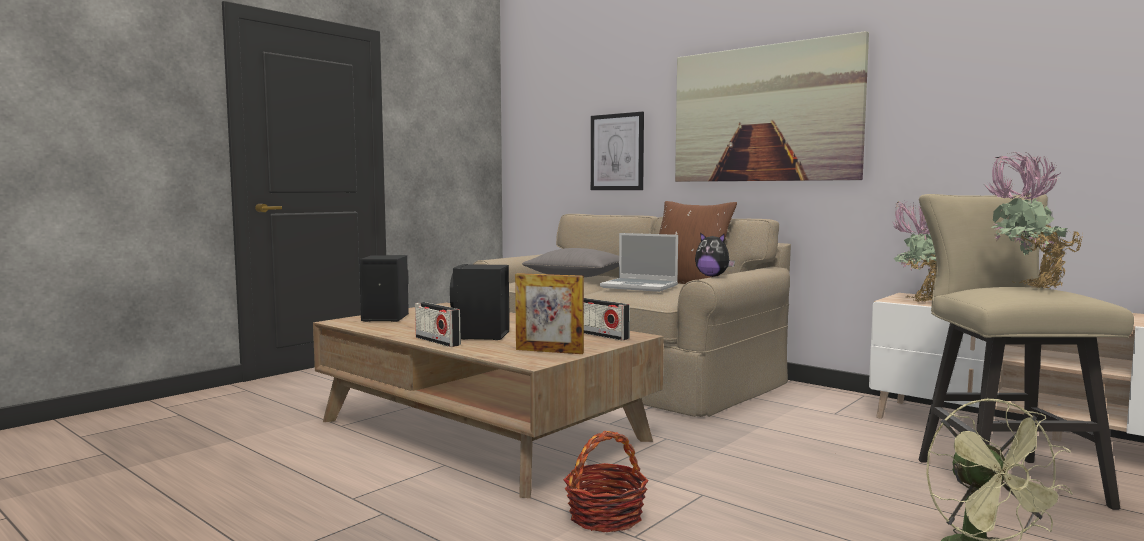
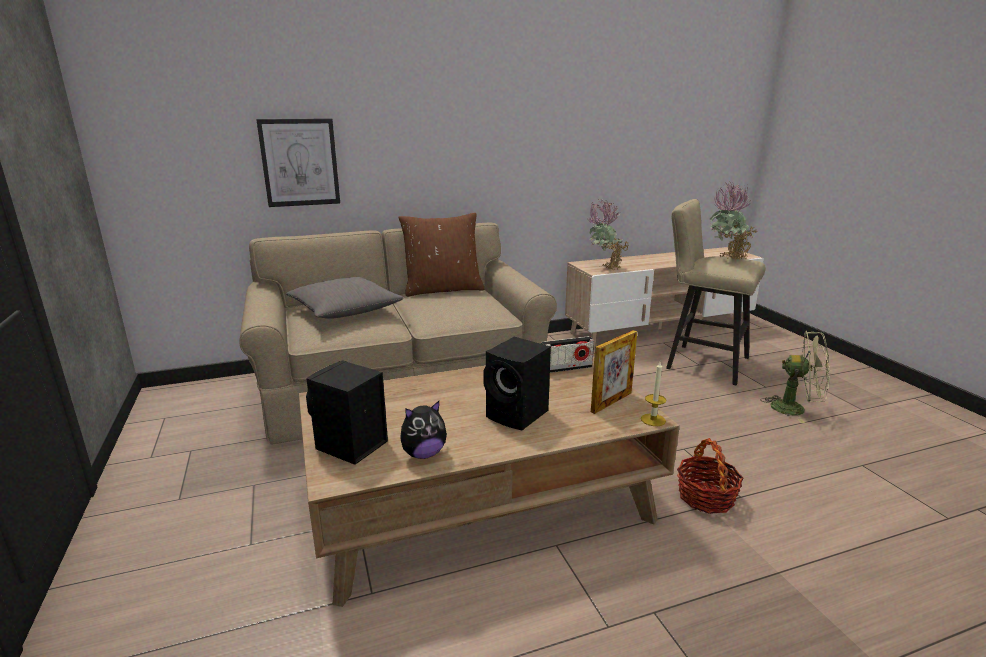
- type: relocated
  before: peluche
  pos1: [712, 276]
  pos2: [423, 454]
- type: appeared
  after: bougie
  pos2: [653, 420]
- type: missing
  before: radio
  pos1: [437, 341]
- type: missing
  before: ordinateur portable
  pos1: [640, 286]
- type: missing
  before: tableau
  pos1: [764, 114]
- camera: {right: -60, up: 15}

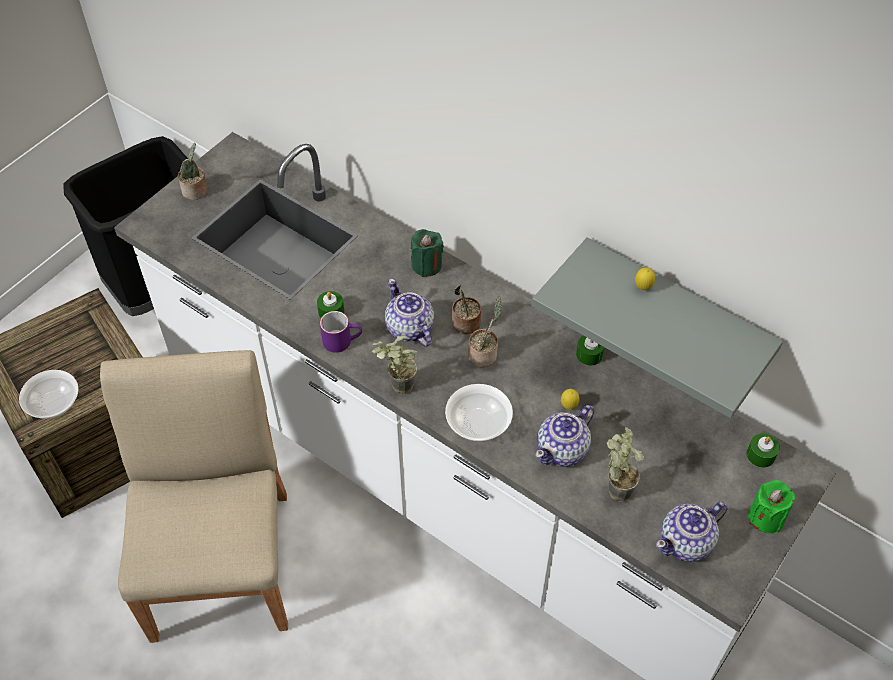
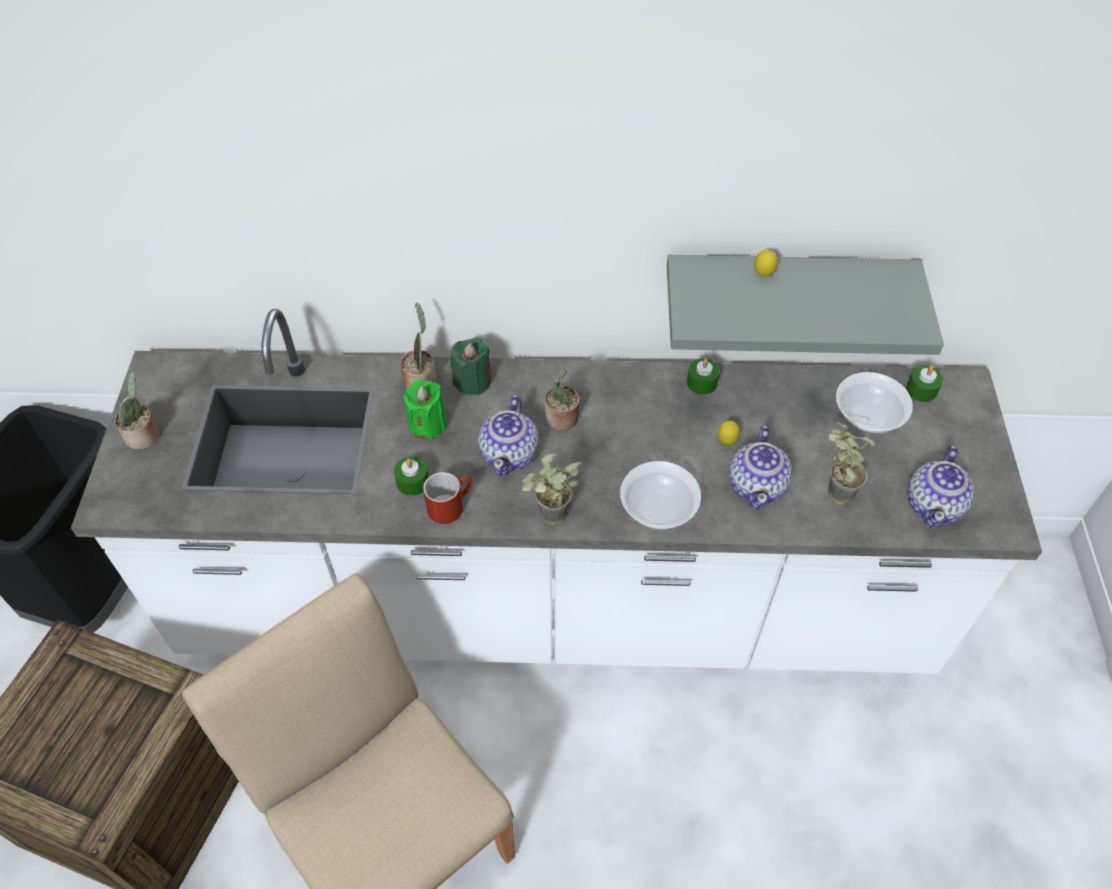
- type: relocated
  before: plante en pot
  pos1: [484, 354]
  pos2: [421, 379]
- type: relocated
  before: bougie (vert)
  pos1: [766, 517]
  pos2: [427, 424]
- type: colour
  before: mug (violet)
  after: mug (rouge)
  pos1: [342, 340]
  pos2: [450, 504]
- type: spun
  before: théière
  pos1: [409, 329]
  pos2: [510, 454]
  turn: -105
- type: relocated
  before: bol
  pos1: [53, 403]
  pos2: [868, 415]
- camera: {right: -35, up: 0}

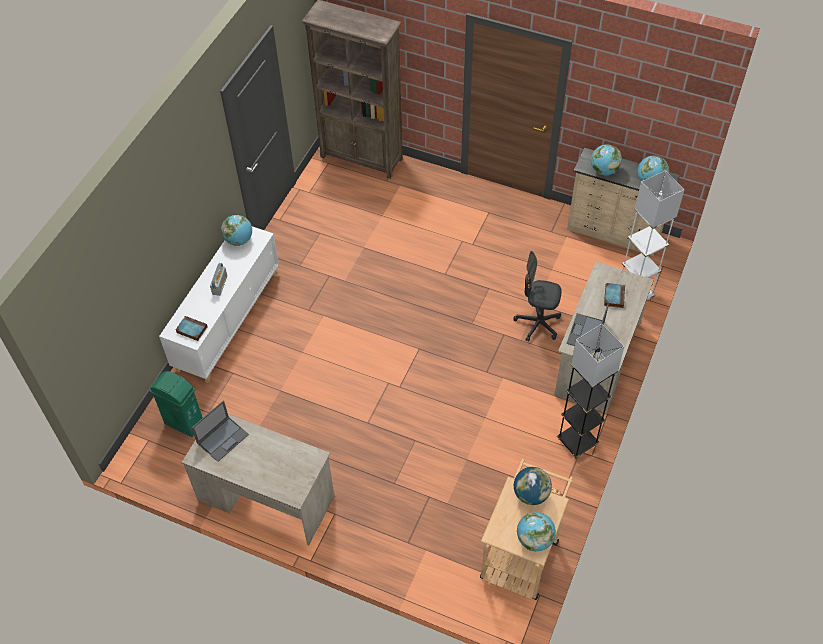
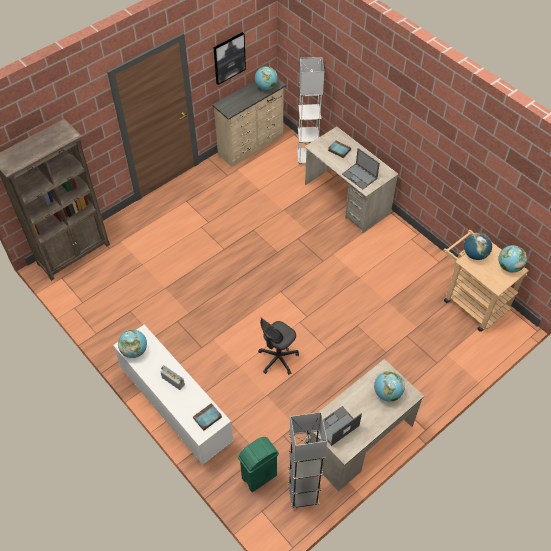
- type: appeared
  after: tableau
  pos2: [229, 58]
- type: relocated
  before: chaise de bureau (gris)
  pos1: [537, 324]
  pos2: [278, 359]
- type: relocated
  before: lampadaire (gris)
  pos1: [577, 441]
  pos2: [303, 494]
- type: spun
  before: ordinateur portable
  pos1: [223, 438]
  pos2: [336, 426]
  turn: -105
- type: relocated
  before: globe
  pos1: [604, 170]
  pos2: [387, 393]
- camera: {right: -65, up: 0}

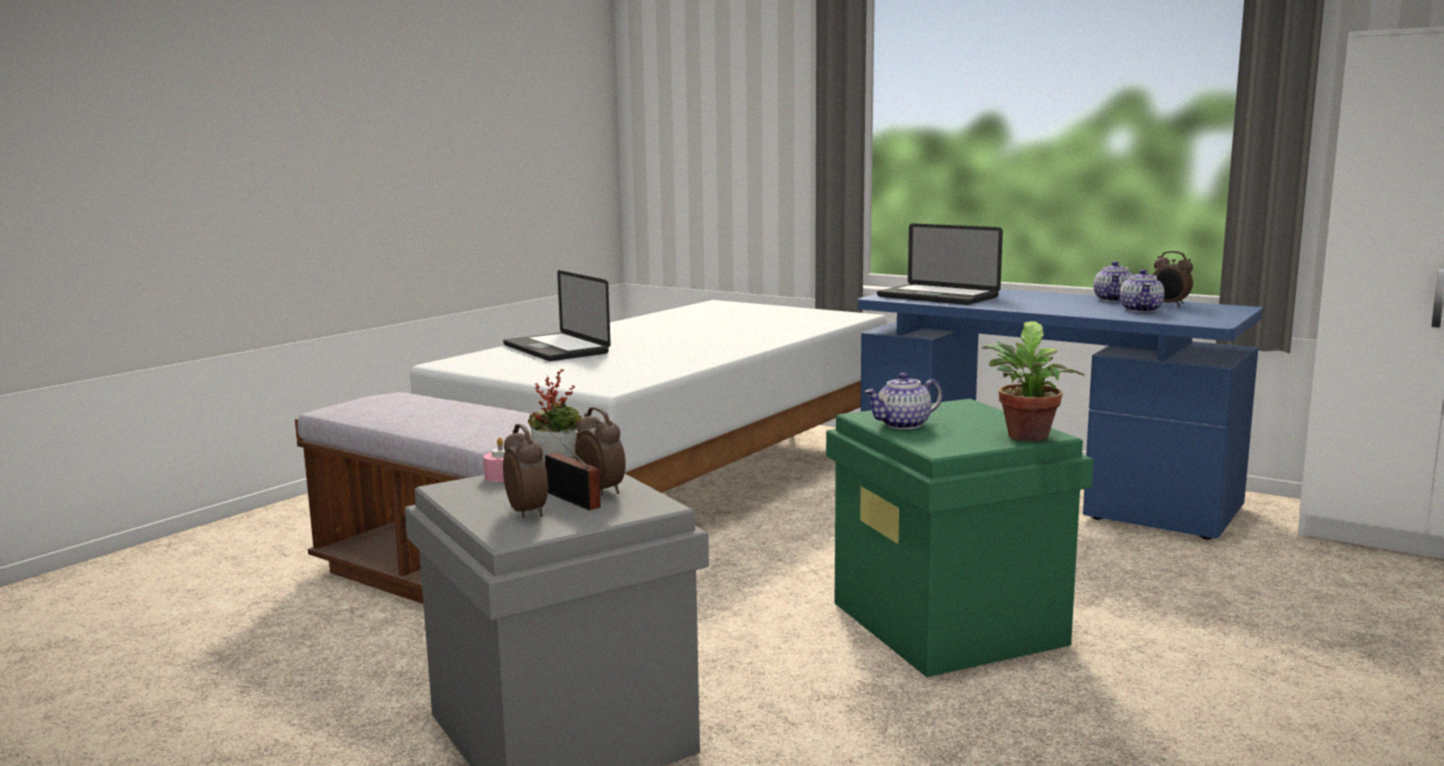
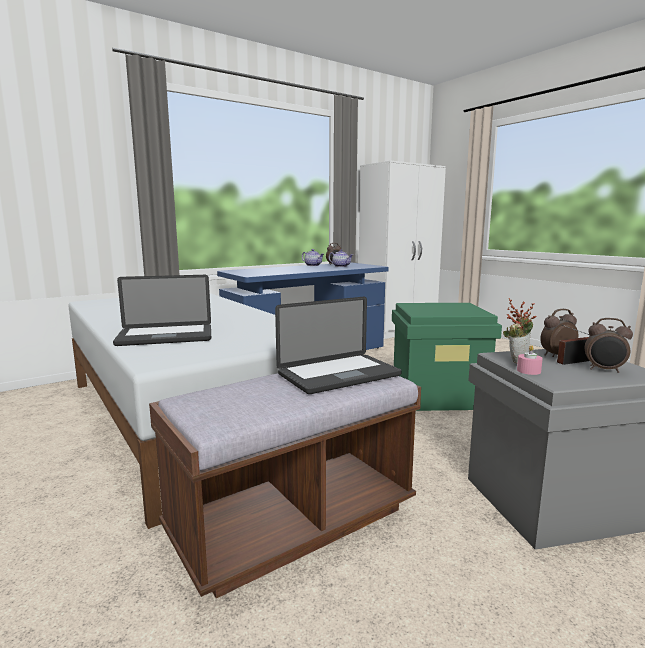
- type: relocated
  before: ordinateur portable
  pos1: [937, 297]
  pos2: [339, 375]
- type: spun
  before: réveil
  pos1: [528, 512]
  pos2: [604, 370]
  turn: -150
- type: missing
  before: théière
  pos1: [903, 425]
- type: missing
  before: plante en pot
  pos1: [1027, 437]
- camera: {right: -70, up: 0}

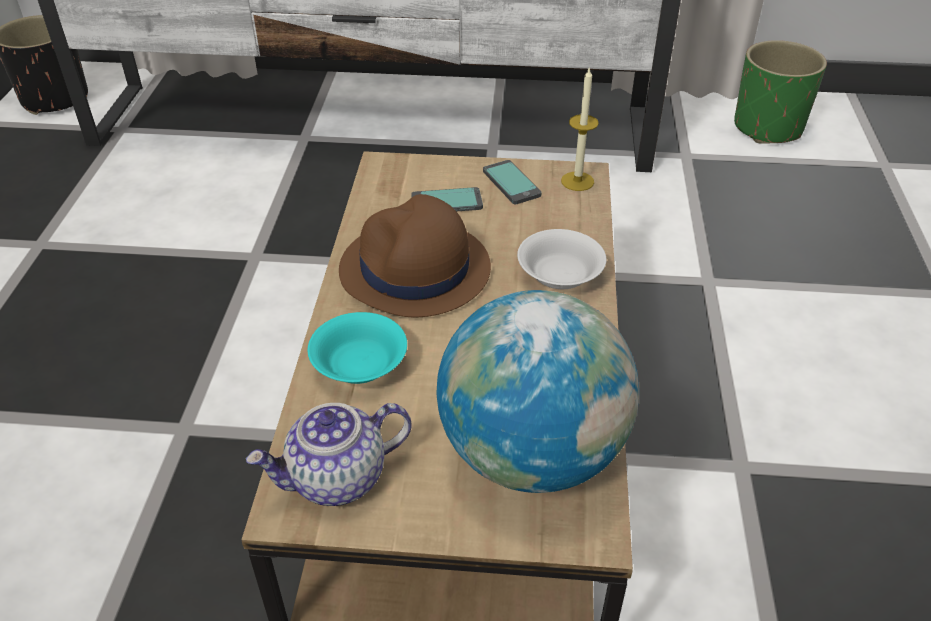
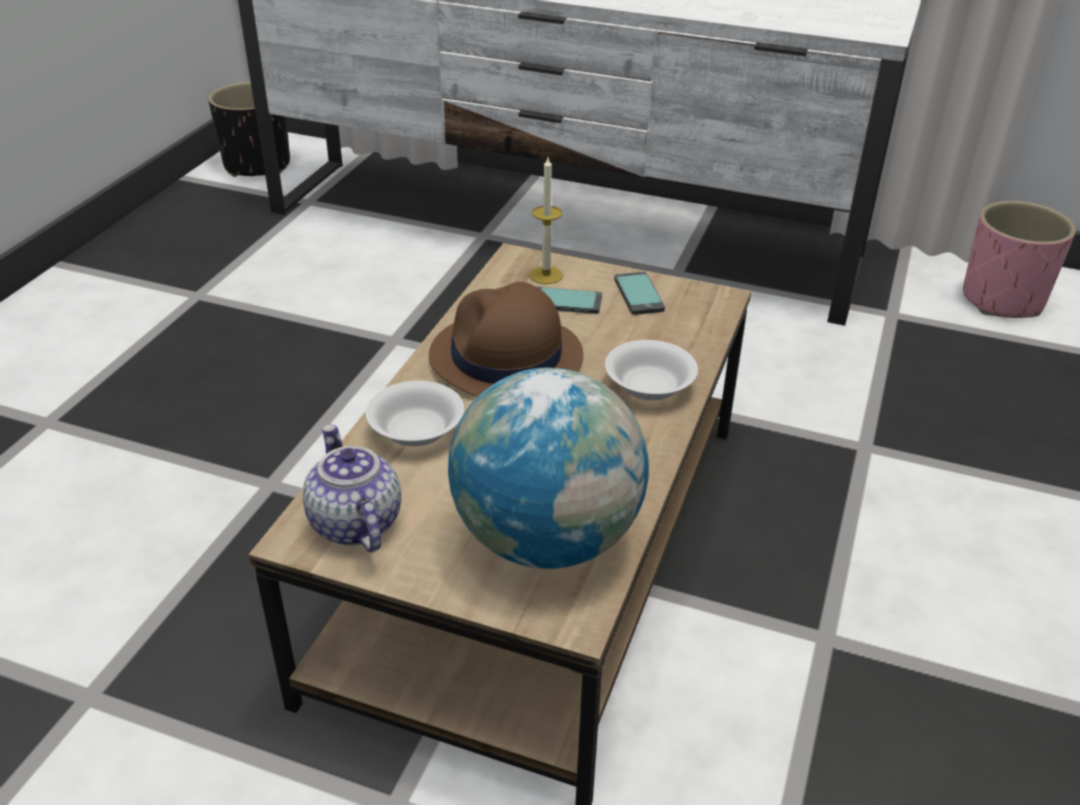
- type: spun
  before: théière
  pos1: [337, 479]
  pos2: [353, 523]
  turn: 75
- type: colour
  before: bol (turquoise)
  after: bol (blanc)
  pos1: [358, 365]
  pos2: [415, 431]
- type: relocated
  before: bougie
  pos1: [577, 181]
  pos2: [546, 275]
- type: colour
  before: cache-pot (vert)
  after: cache-pot (rose)
  pos1: [768, 128]
  pos2: [1003, 300]
- camera: {right: 15, up: -5}

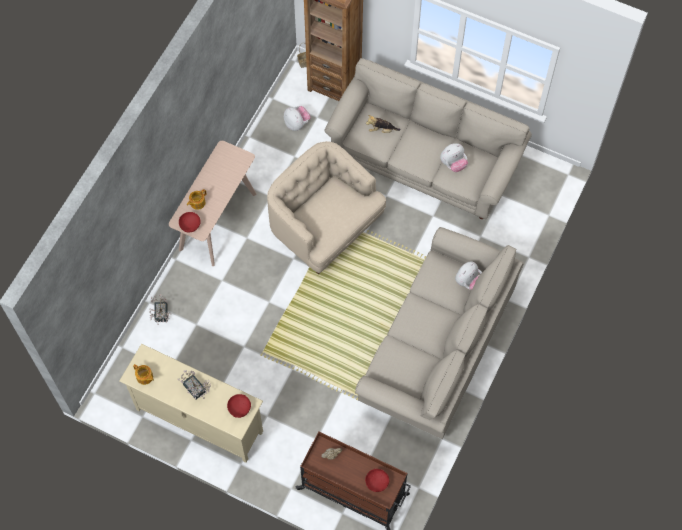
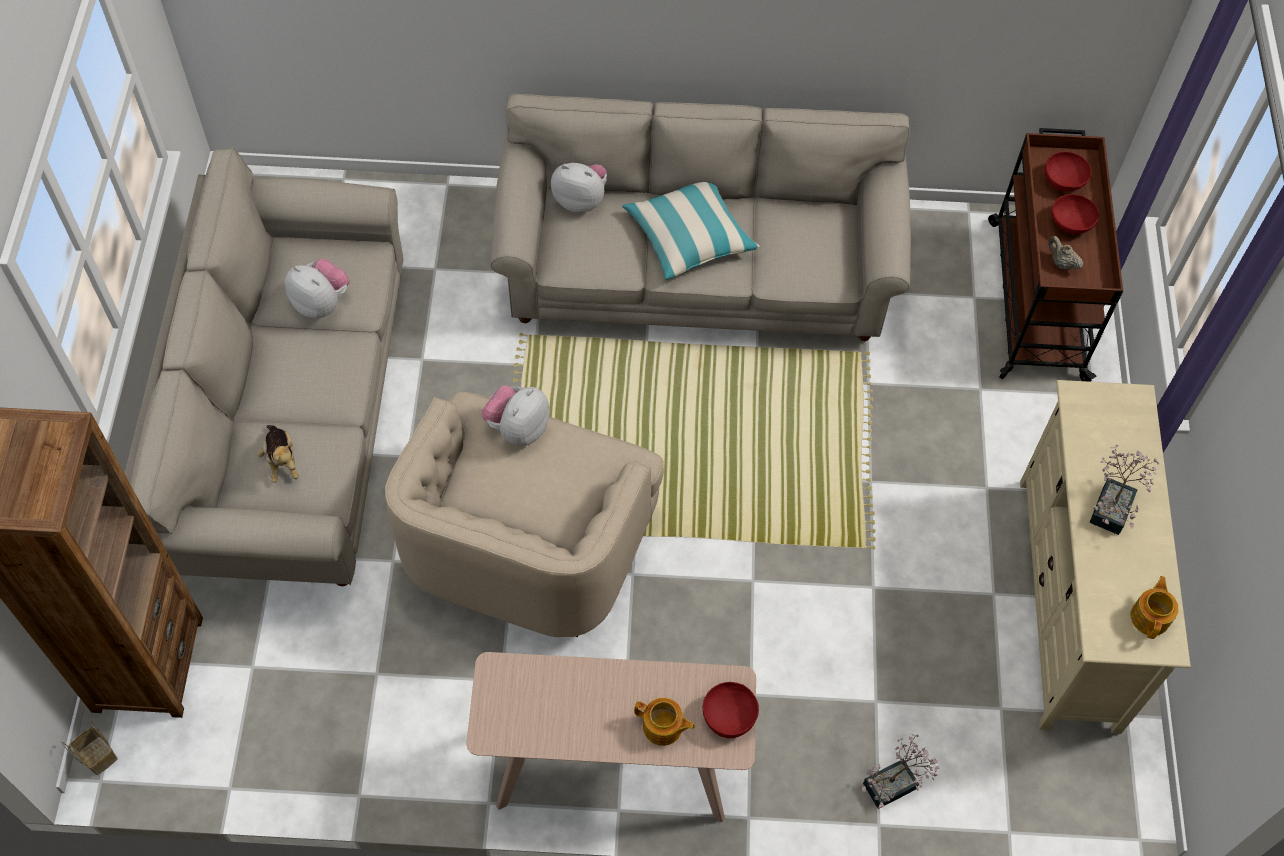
- type: relocated
  before: peluche
  pos1: [297, 124]
  pos2: [518, 428]
- type: appeared
  after: coussin
  pos2: [689, 236]
- type: relocated
  before: bol (rouge)
  pos1: [239, 408]
  pos2: [1070, 224]
- camera: {right: -115, up: -5}

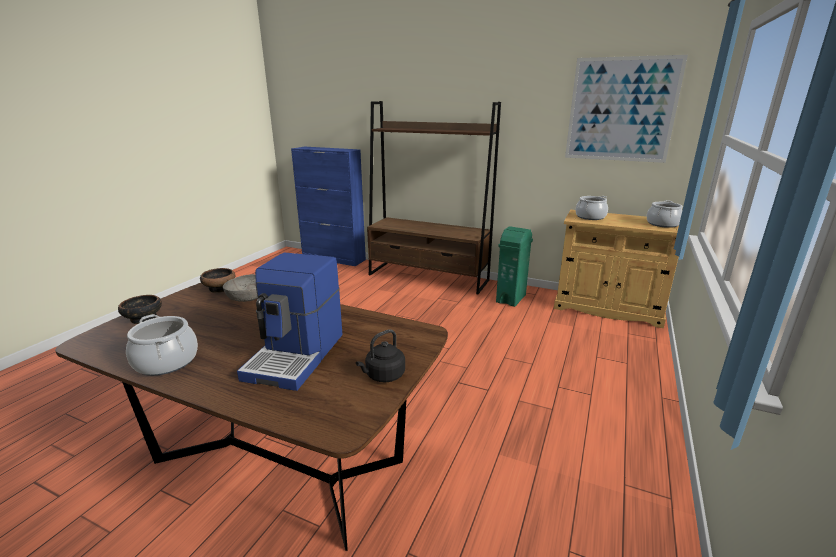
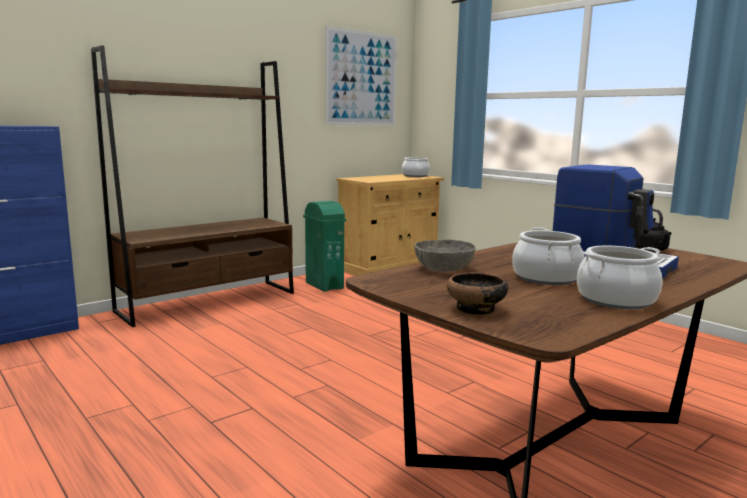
- type: relocated
  before: marmite
  pos1: [590, 217]
  pos2: [546, 278]
- type: missing
  before: bol
  pos1: [220, 288]
- camera: {right: -65, up: -10}

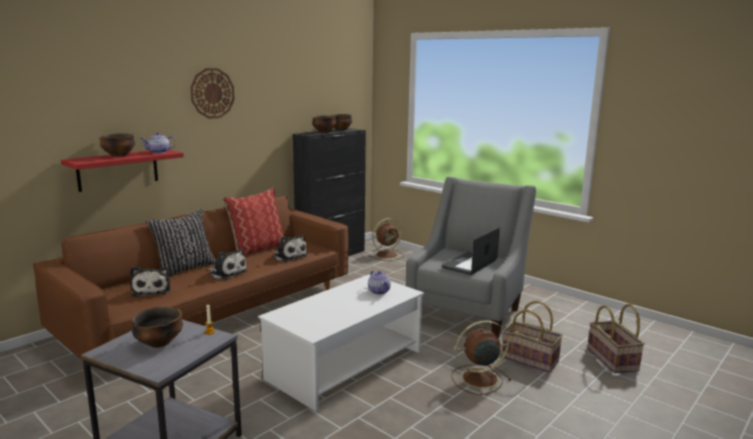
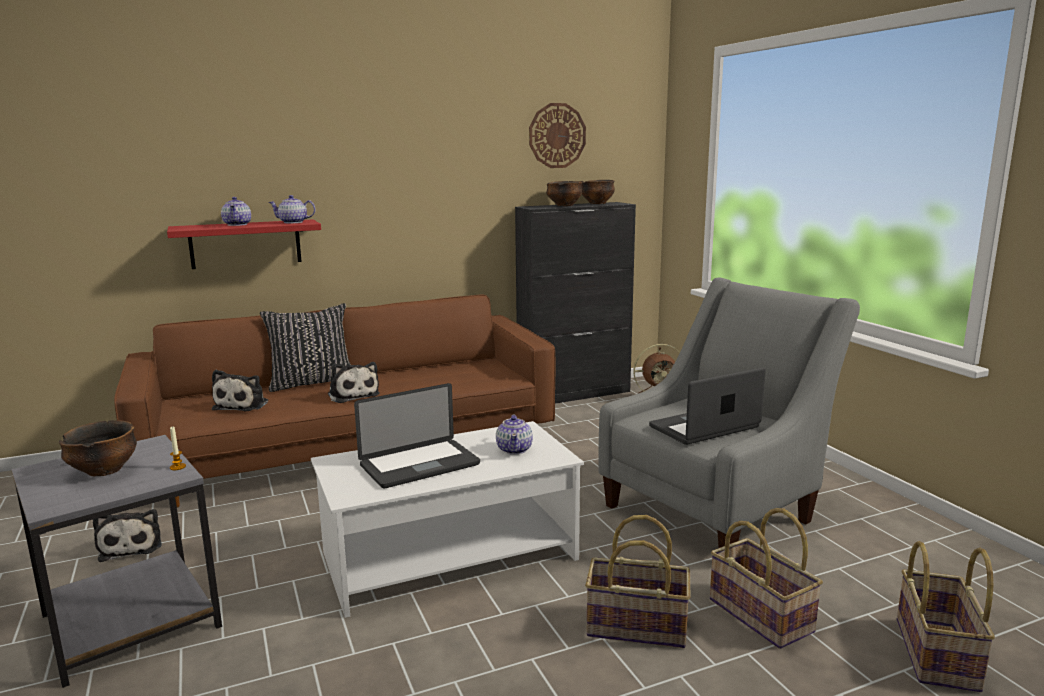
- type: relocated
  before: peluche
  pos1: [289, 256]
  pos2: [132, 546]
- type: exchanged
  before: bol
  after: théière
  pos1: [119, 156]
  pos2: [237, 224]
- type: appeared
  after: ordinateur portable
  pos2: [419, 465]
- type: relocated
  before: horloge murale
  pos1: [212, 93]
  pos2: [557, 135]
- type: exchanged
  before: ventilateur (marron)
  after: panier
  pos1: [478, 379]
  pos2: [636, 628]
- type: missing
  before: coussin
  pos1: [257, 249]
- camera: {right: 25, up: 0}

